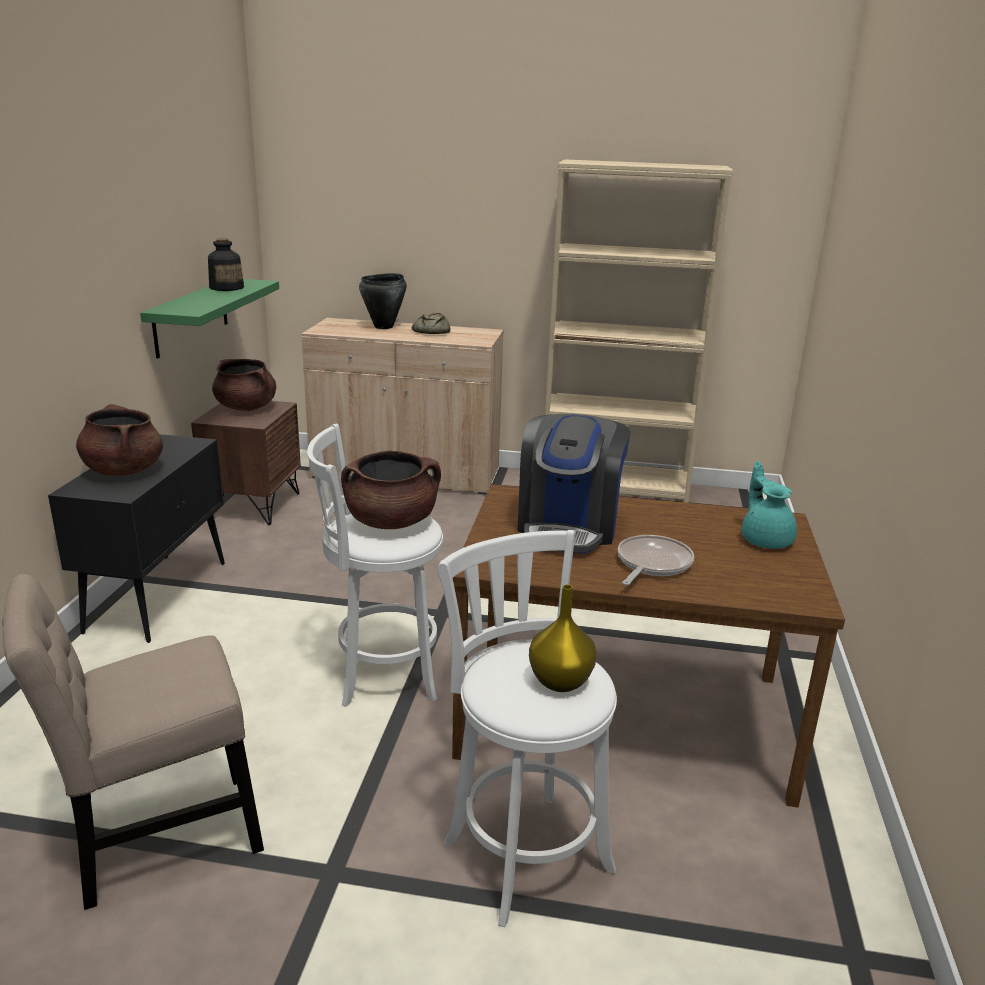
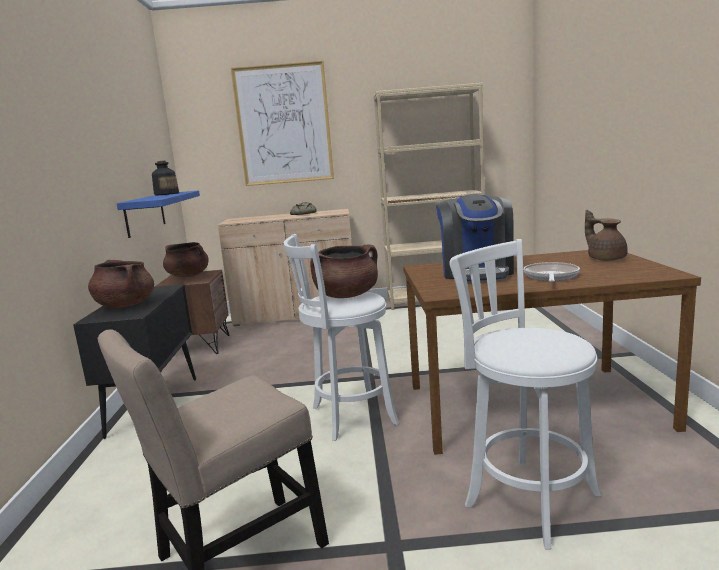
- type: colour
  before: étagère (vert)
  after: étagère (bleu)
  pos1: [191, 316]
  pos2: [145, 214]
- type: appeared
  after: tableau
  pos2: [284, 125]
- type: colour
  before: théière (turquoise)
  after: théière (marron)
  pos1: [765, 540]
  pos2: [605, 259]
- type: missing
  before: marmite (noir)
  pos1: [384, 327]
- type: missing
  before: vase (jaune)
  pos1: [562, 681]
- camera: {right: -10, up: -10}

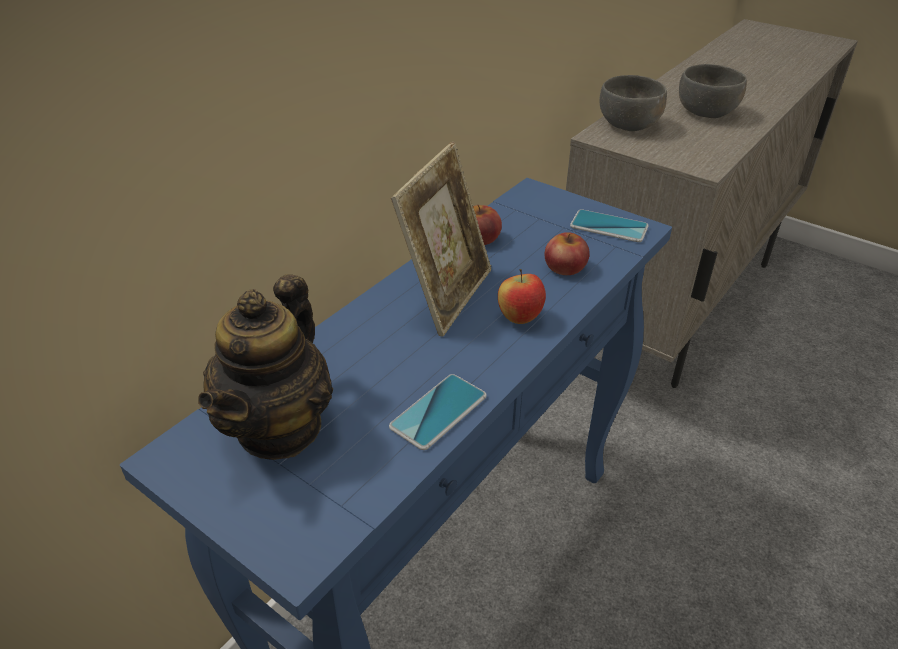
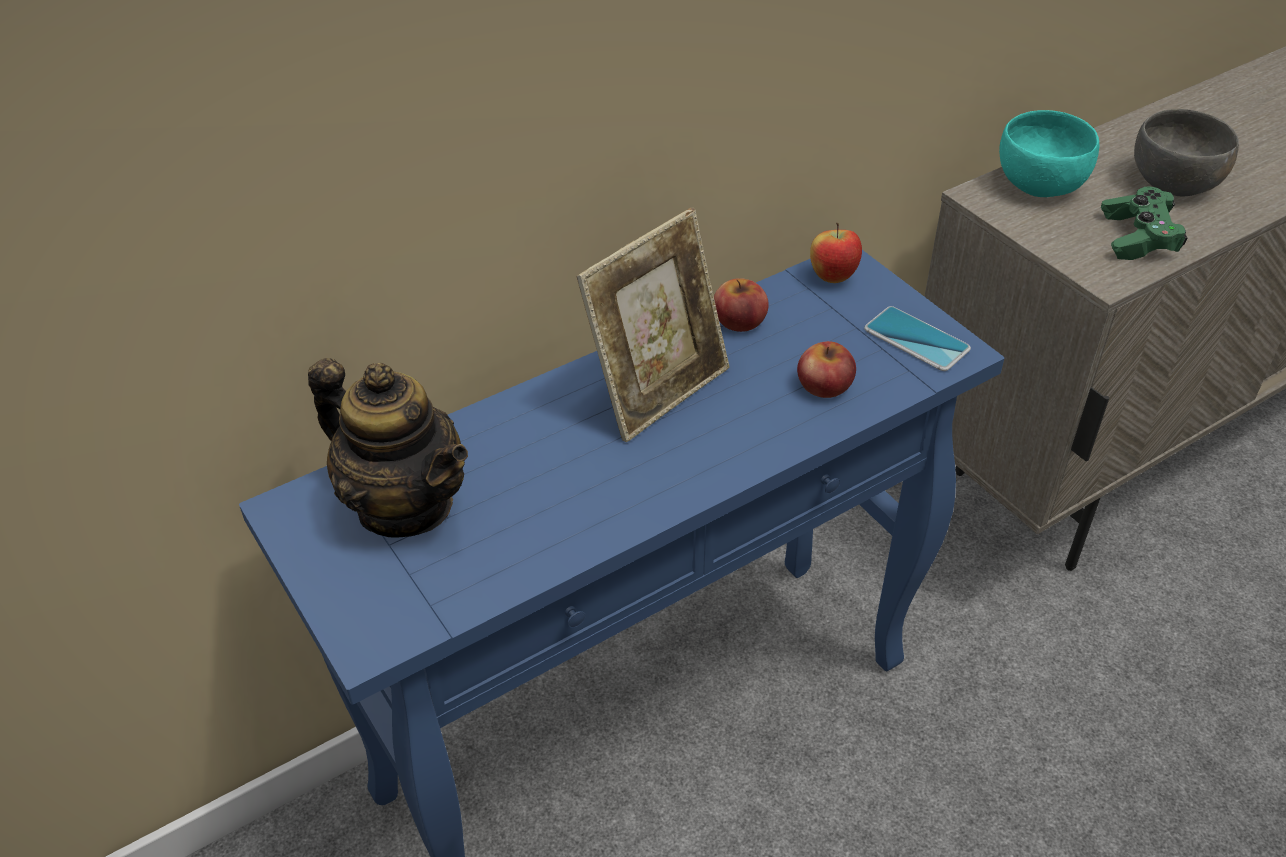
- type: spun
  before: théière
  pos1: [280, 427]
  pos2: [405, 505]
  turn: -90
- type: relocated
  before: pomme
  pos1: [520, 318]
  pos2: [833, 277]
- type: colour
  before: bol (gris)
  after: bol (turquoise)
  pos1: [629, 125]
  pos2: [1041, 184]
- type: appeared
  after: manette (vert)
  pos2: [1138, 238]
- type: missing
  before: téléphone
  pos1: [438, 412]
- camera: {right: 20, up: 5}

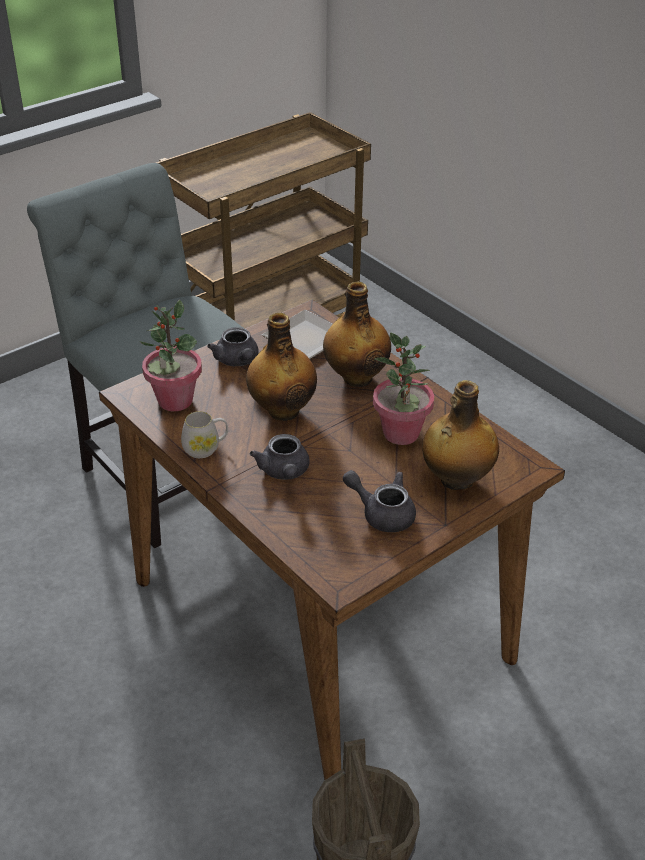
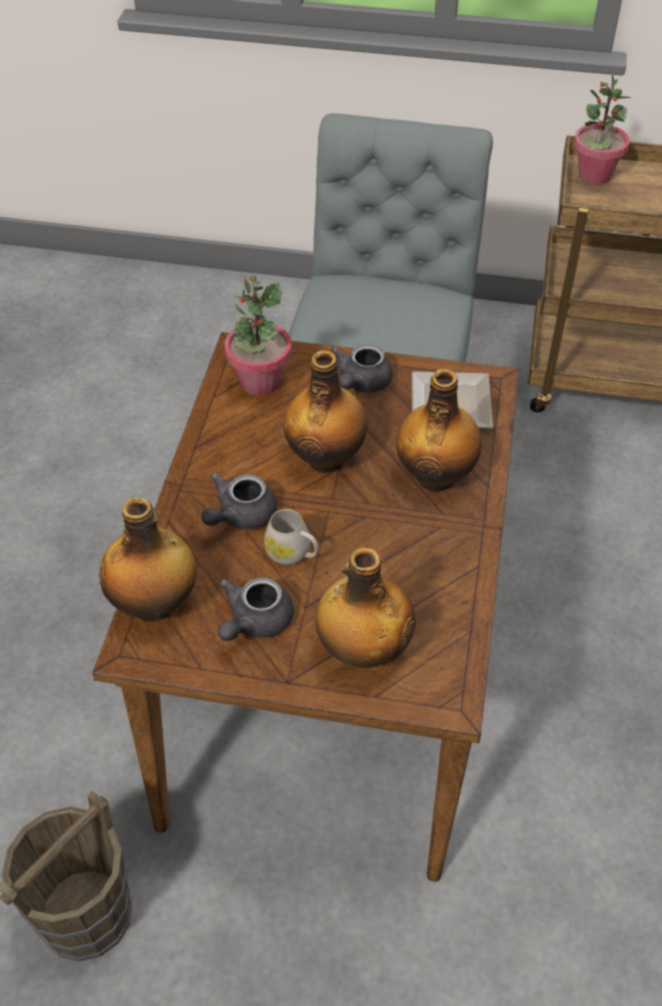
- type: appeared
  after: bouteille
  pos2: [155, 604]
- type: spun
  before: théière (gris)
  pos1: [382, 513]
  pos2: [255, 622]
  turn: -135
- type: relocated
  before: mug (blanc)
  pos1: [205, 448]
  pos2: [293, 553]
- type: relocated
  before: plante en pot
  pos1: [401, 434]
  pos2: [594, 176]
- camera: {right: 50, up: 10}

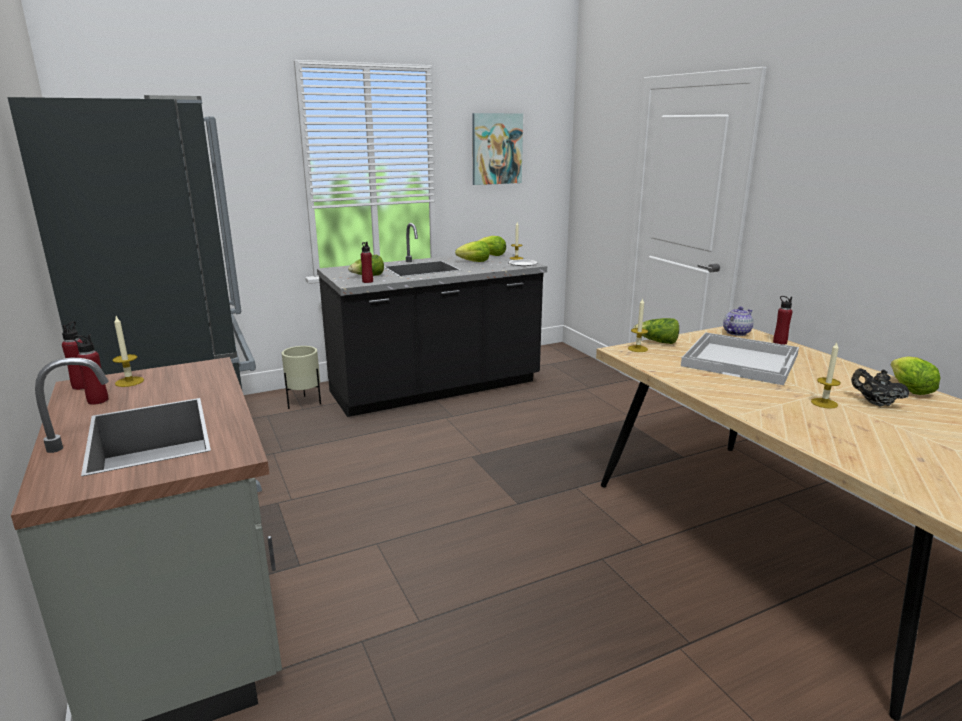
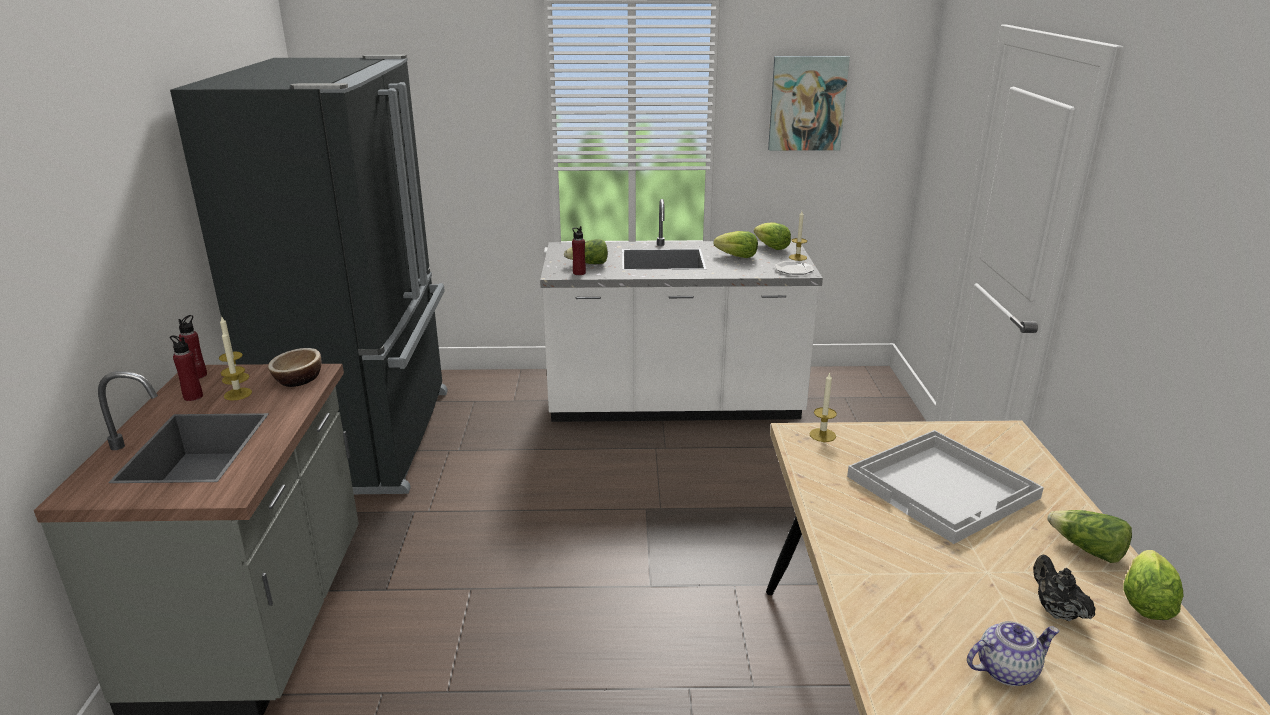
- type: relocated
  before: bougie
  pos1: [824, 403]
  pos2: [238, 394]
- type: appeared
  after: bol
  pos2: [298, 380]
- type: colour
  before: comptoir de cuisine (noir)
  after: comptoir de cuisine (blanc)
  pos1: [436, 388]
  pos2: [674, 405]
- type: relocated
  before: théière
  pos1: [736, 333]
  pos2: [1006, 670]
- type: relocated
  before: laitue
  pos1: [657, 342]
  pos2: [1087, 550]
- type: missing
  before: cache-pot (beige)
  pos1: [304, 403]
- type: missing
  before: bouteille (rouge)
  pos1: [779, 342]
- camera: {right: 25, up: 5}

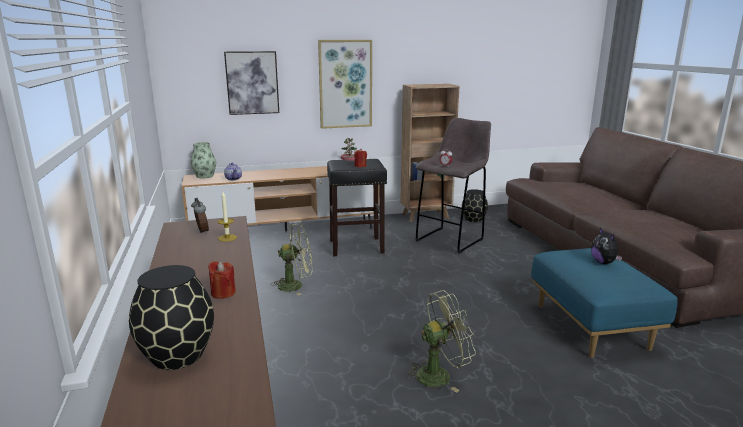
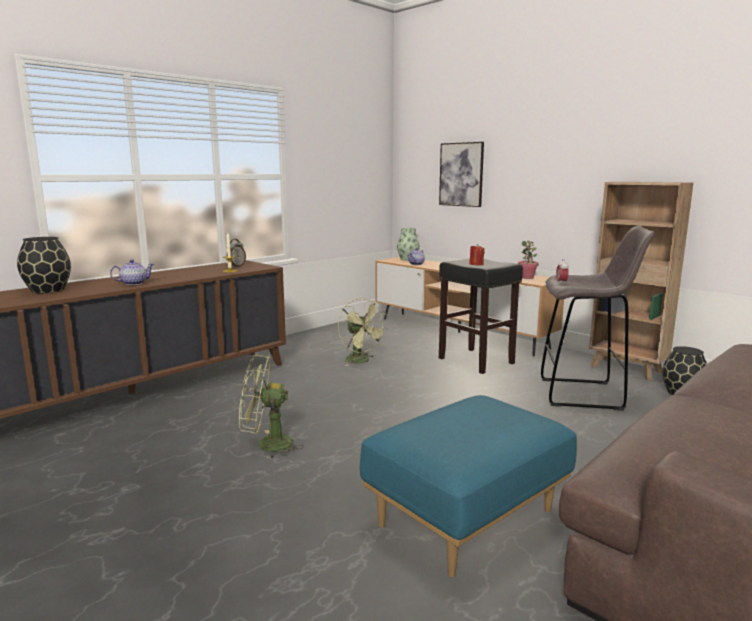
- type: exchanged
  before: bougie (rouge)
  after: théière
  pos1: [223, 293]
  pos2: [133, 283]
- type: spun
  before: ventilateur (vert)
  pos1: [439, 374]
  pos2: [267, 445]
  turn: 135
- type: missing
  before: tableau
  pos1: [345, 84]
- type: missing
  before: peluche
  pos1: [604, 263]
- camera: {right: 60, up: -5}

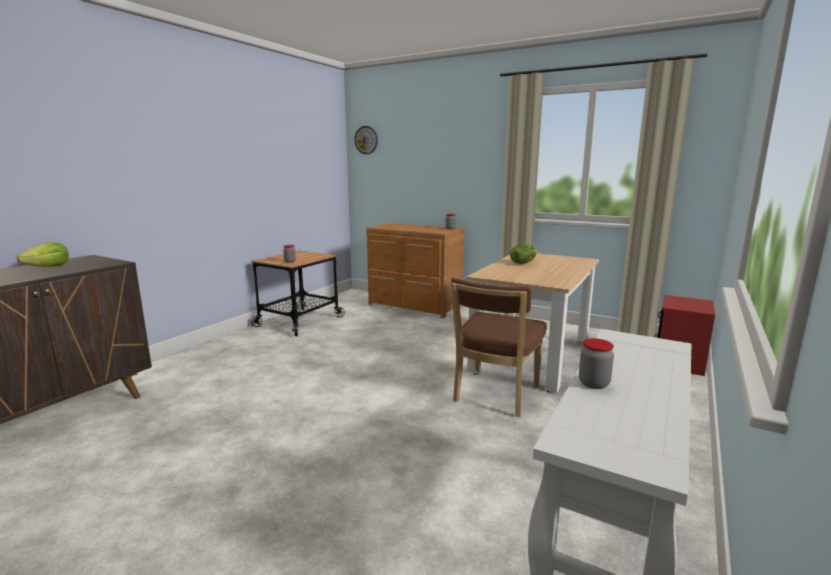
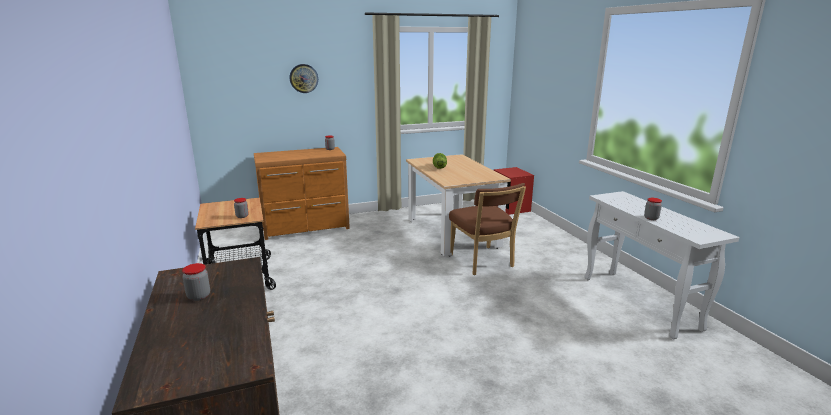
- type: exchanged
  before: laitue
  after: bocal
  pos1: [48, 267]
  pos2: [199, 296]
- type: relocated
  before: horloge murale
  pos1: [366, 140]
  pos2: [303, 78]
- camera: {right: -50, up: 5}

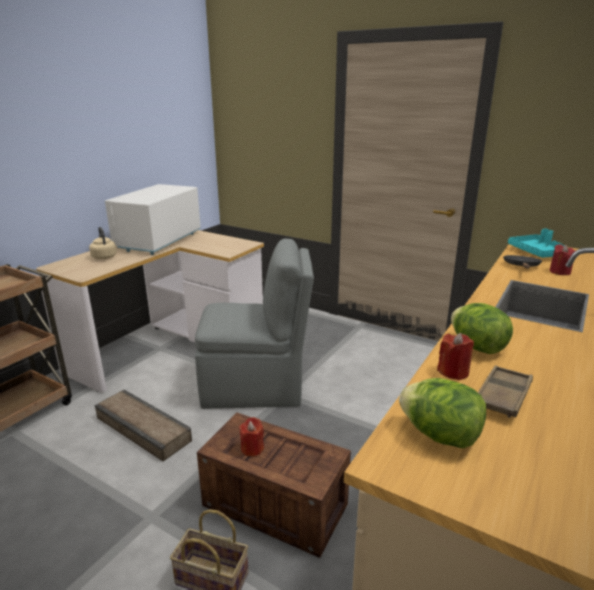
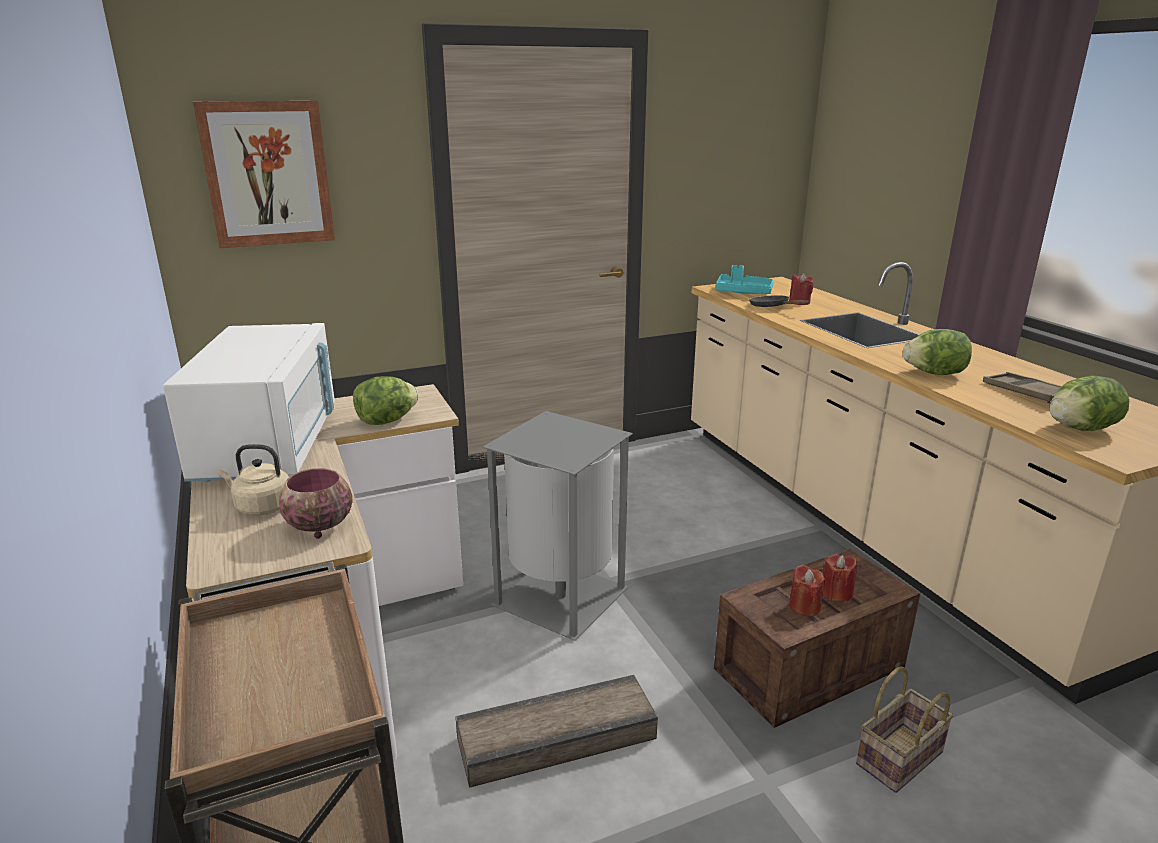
- type: spun
  before: micro-ondes (blanc)
  pos1: [159, 241]
  pos2: [270, 446]
  turn: -150
- type: appeared
  after: tableau
  pos2: [267, 174]
- type: appeared
  after: bol
  pos2: [318, 527]
- type: appeared
  after: laitue
  pos2: [386, 421]
- type: exchanged
  before: chaise (gris)
  after: poubelle (gris)
  pos1: [256, 386]
  pos2: [563, 596]
- type: relocated
  before: bougie (rouge)
  pos1: [453, 372]
  pos2: [836, 593]
- camera: {right: -55, up: 0}

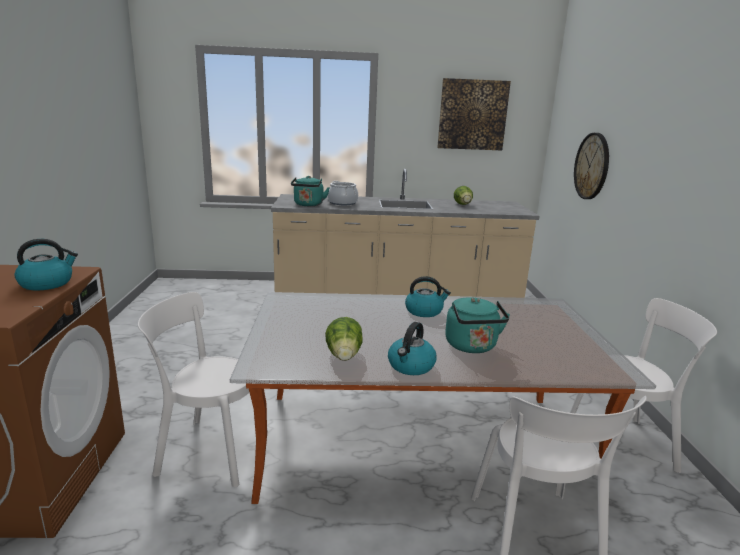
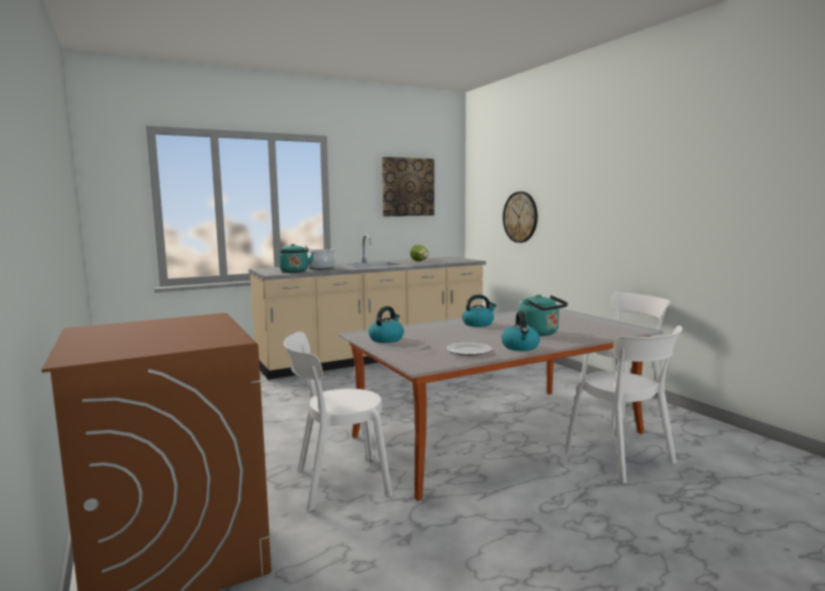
- type: relocated
  before: bouilloire
  pos1: [47, 283]
  pos2: [386, 339]
- type: exchanged
  before: laitue
  after: assiette
  pos1: [344, 356]
  pos2: [469, 351]
- camera: {right: -25, up: -10}

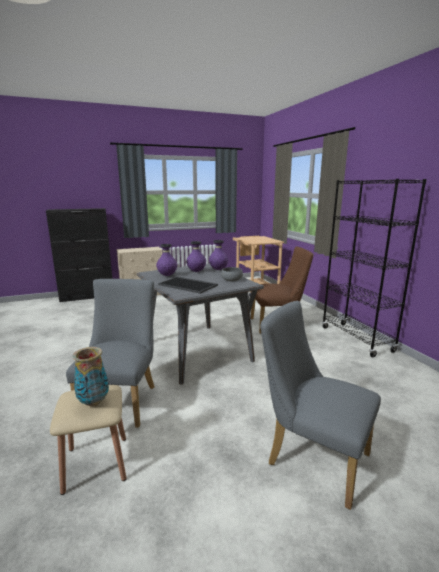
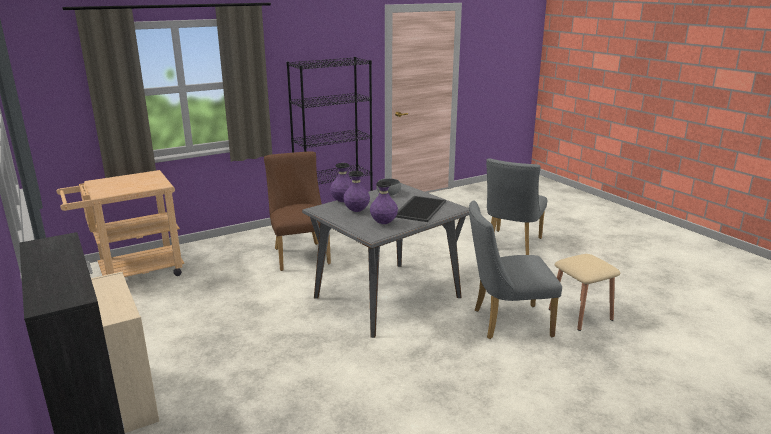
- type: missing
  before: vase
  pos1: [94, 402]
- camera: {right: -100, up: 5}

